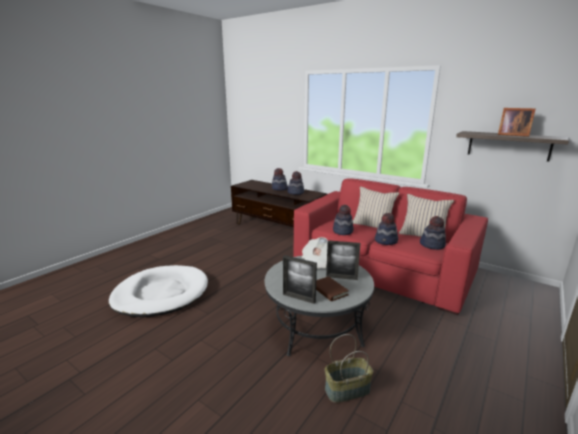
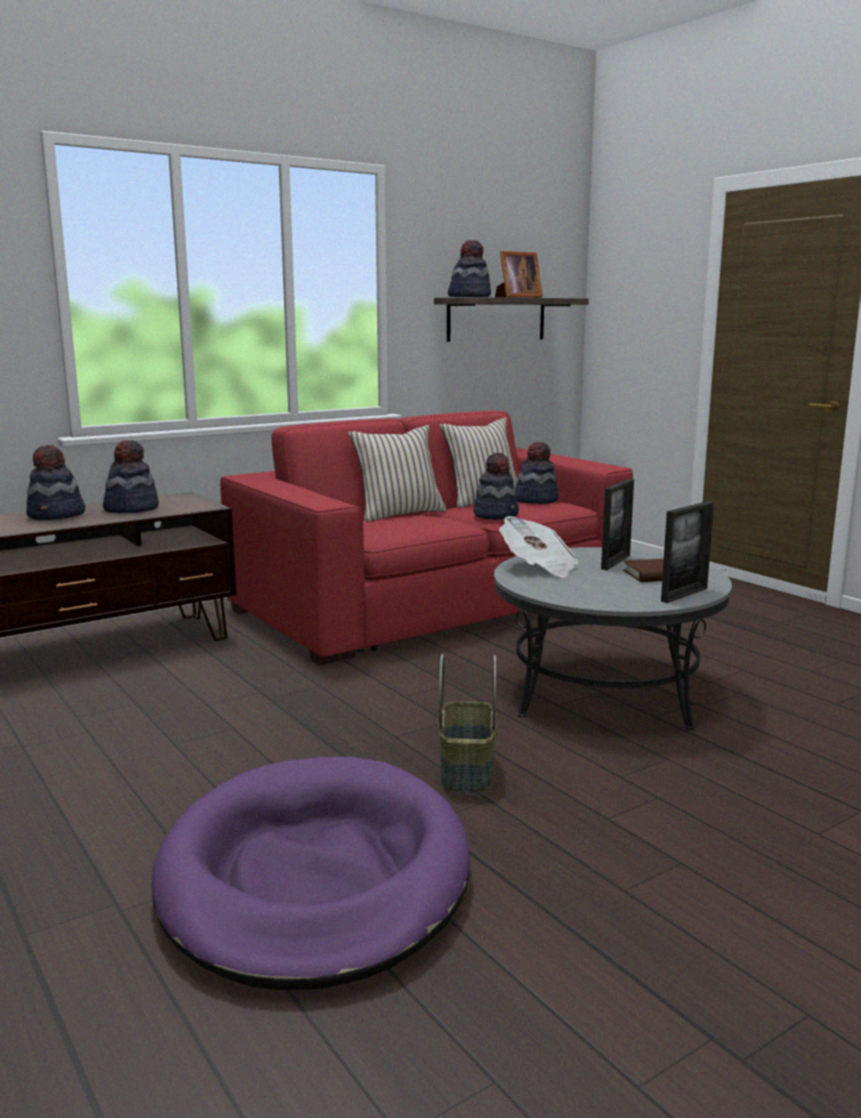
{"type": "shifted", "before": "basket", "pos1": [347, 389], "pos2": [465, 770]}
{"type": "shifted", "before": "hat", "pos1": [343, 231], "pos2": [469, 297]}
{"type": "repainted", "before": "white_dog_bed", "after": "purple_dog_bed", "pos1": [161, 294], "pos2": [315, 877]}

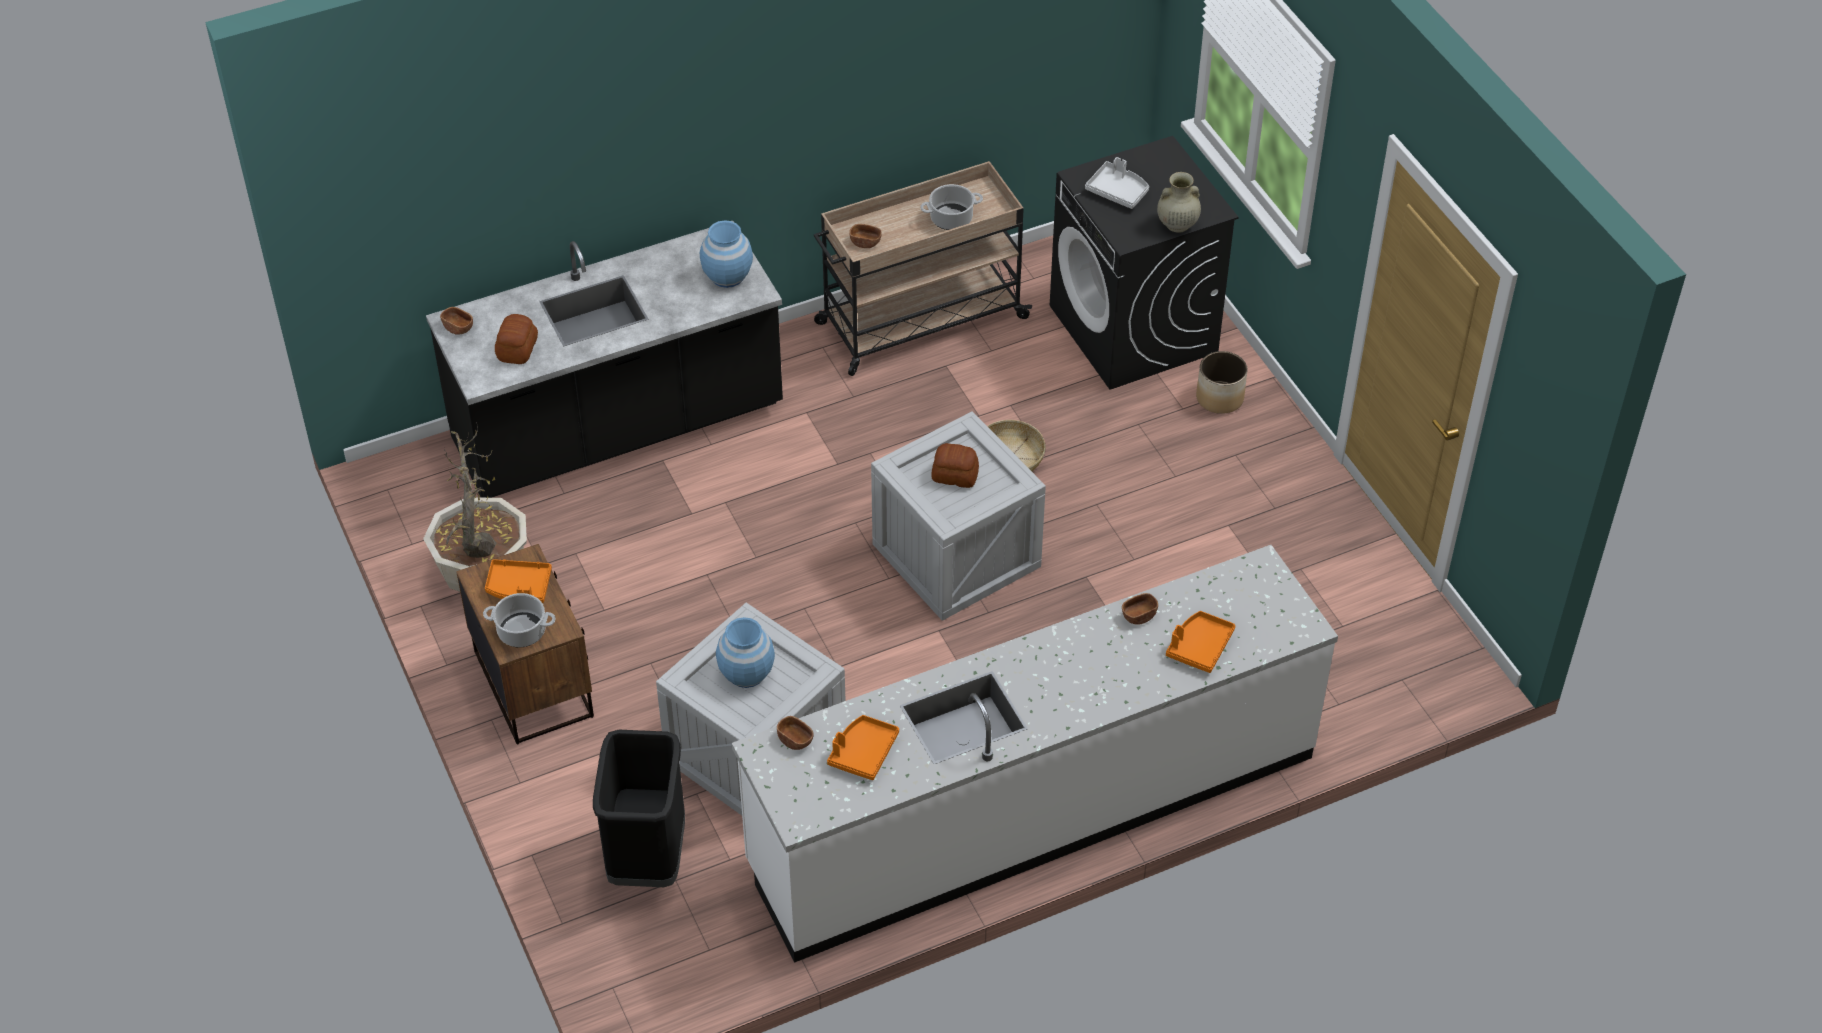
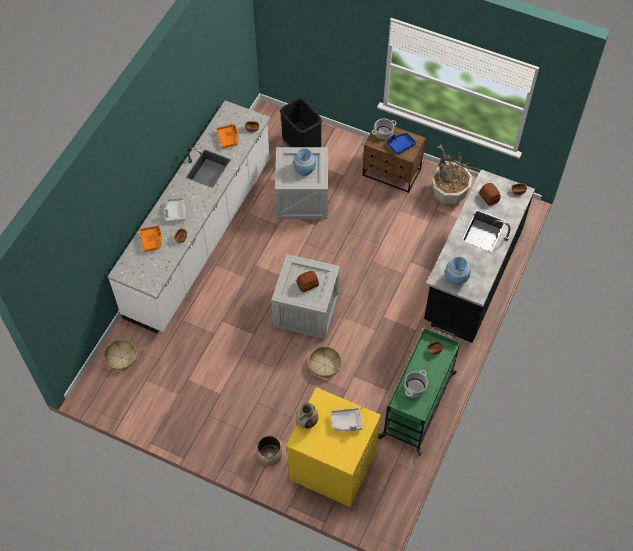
{"type": "new", "after": "basket", "pos2": [121, 357]}
{"type": "new", "after": "grey_tray", "pos2": [175, 212]}
{"type": "repainted", "before": "orange_tray", "after": "blue_tray", "pos1": [519, 587], "pos2": [400, 145]}
{"type": "repainted", "before": "beige_cart", "after": "green_cart", "pos1": [919, 321], "pos2": [418, 404]}
{"type": "repainted", "before": "black_washing_machine", "after": "yellow_washing_machine", "pos1": [1134, 330], "pos2": [332, 465]}

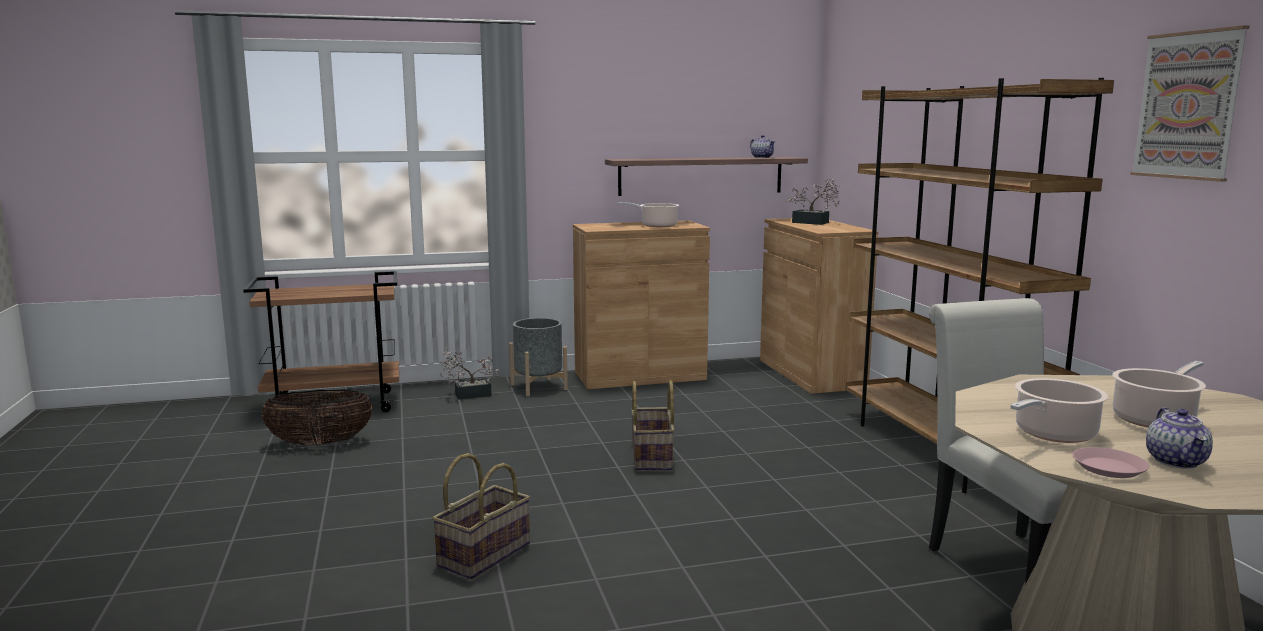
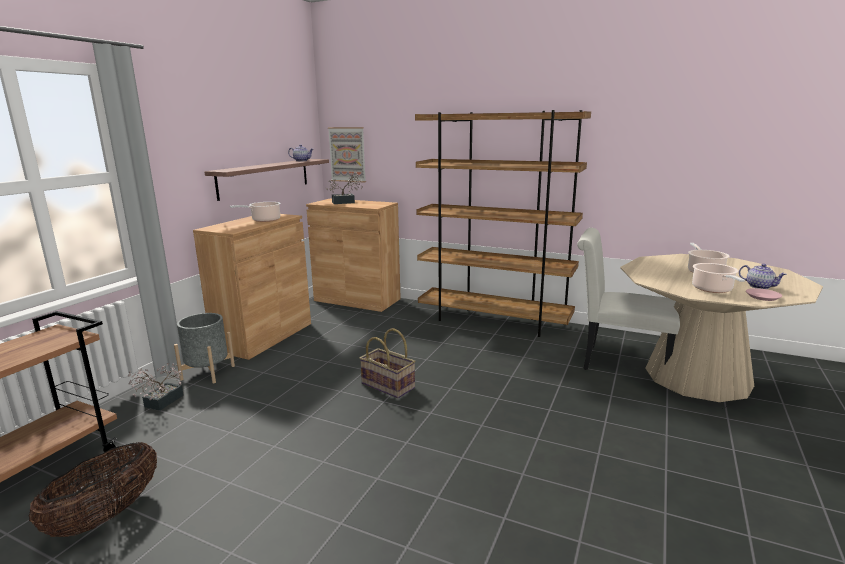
{"type": "gone", "before": "basket", "pos1": [483, 554]}
{"type": "shifted", "before": "picture", "pos1": [1188, 105], "pos2": [347, 154]}

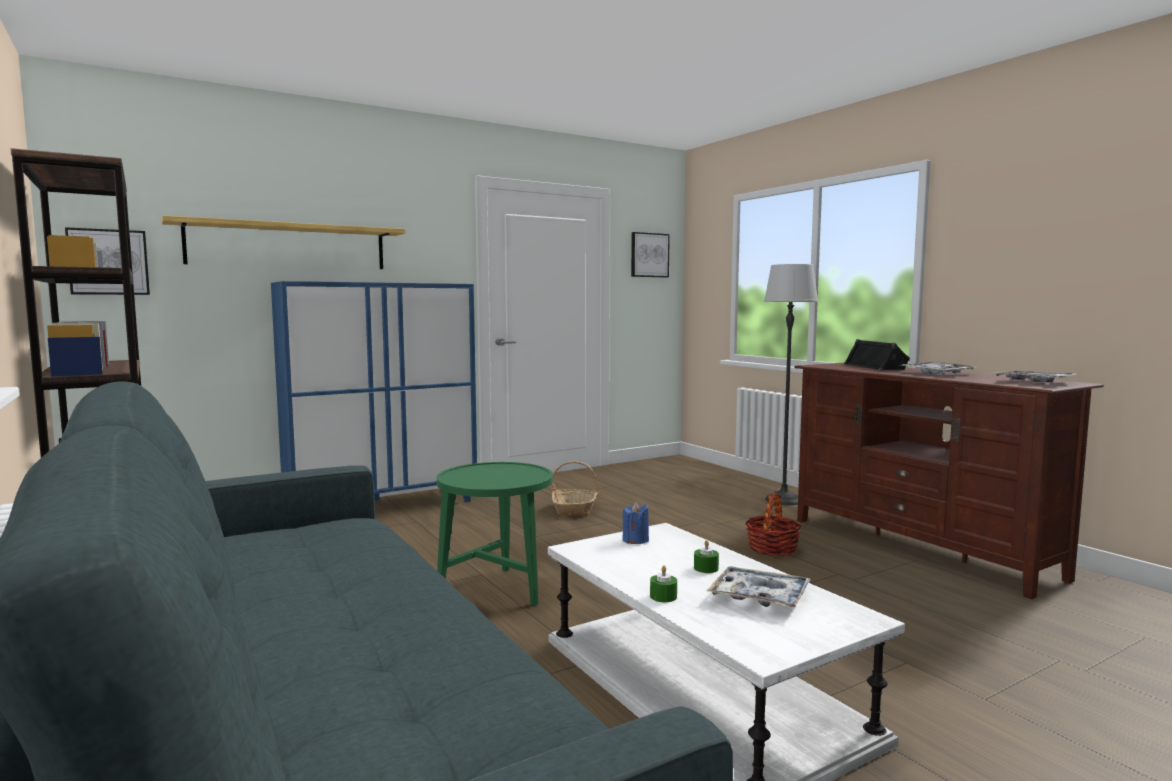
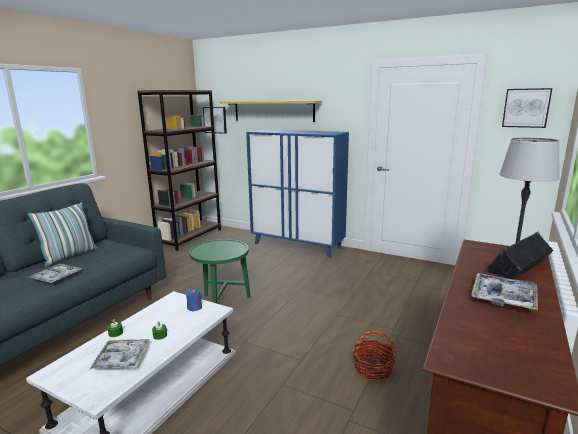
{"type": "gone", "before": "basket", "pos1": [575, 509]}
{"type": "new", "after": "pillow", "pos2": [69, 256]}
{"type": "shifted", "before": "tray", "pos1": [1034, 382], "pos2": [56, 277]}

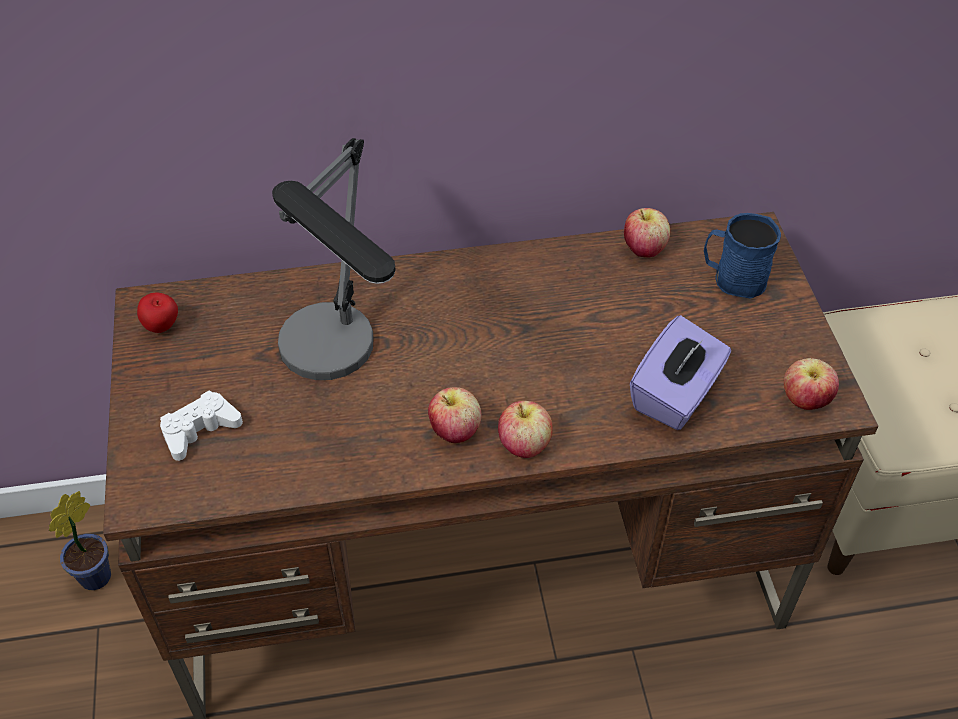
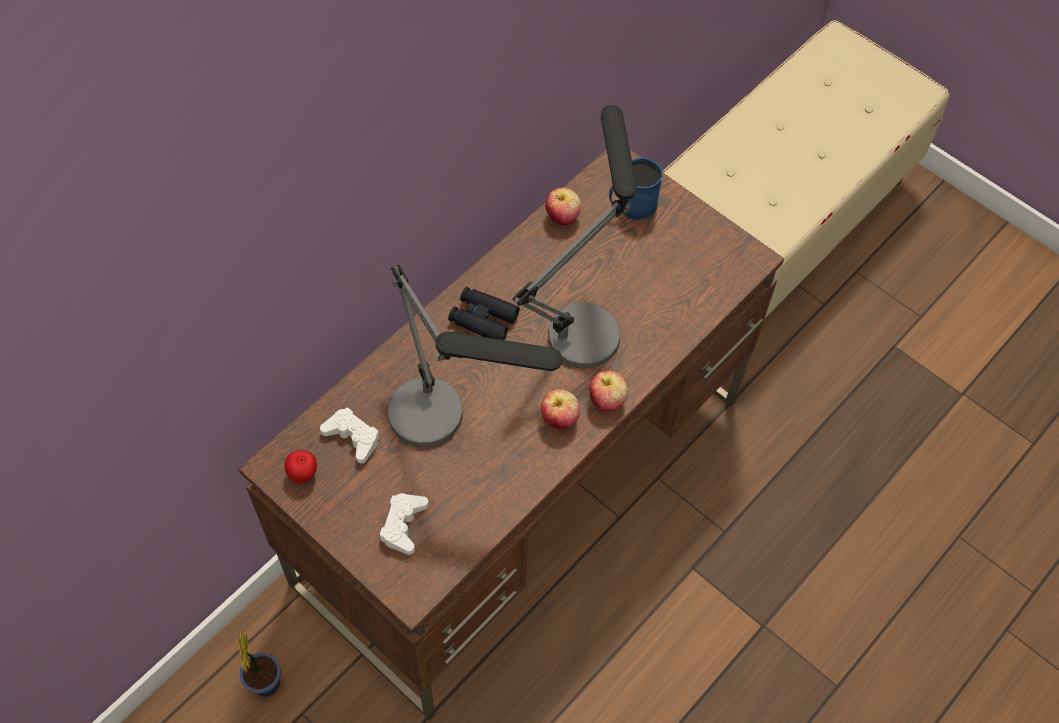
{"type": "gone", "before": "purple_tissue_box", "pos1": [676, 395]}
{"type": "gone", "before": "apple", "pos1": [804, 400]}
{"type": "new", "after": "white_game_controller", "pos2": [353, 437]}
{"type": "new", "after": "black_binoculars", "pos2": [483, 319]}
{"type": "new", "after": "table_lamp", "pos2": [585, 317]}

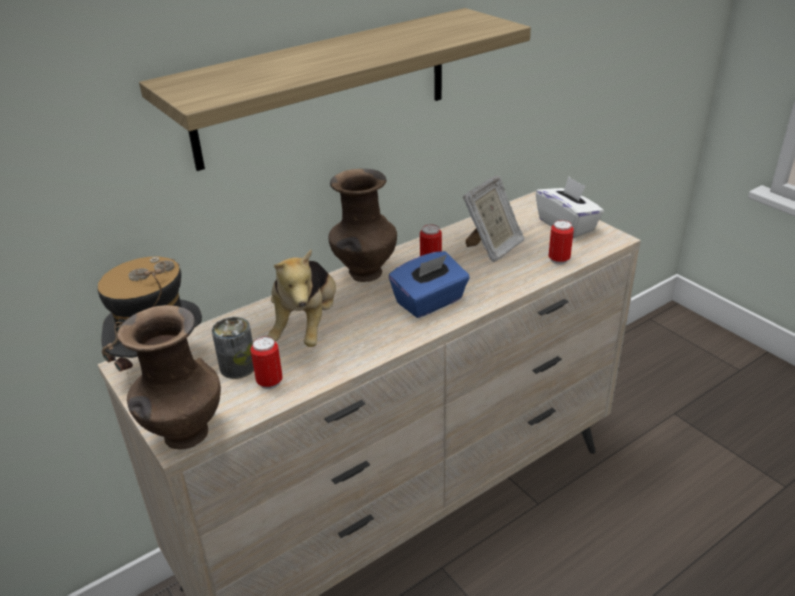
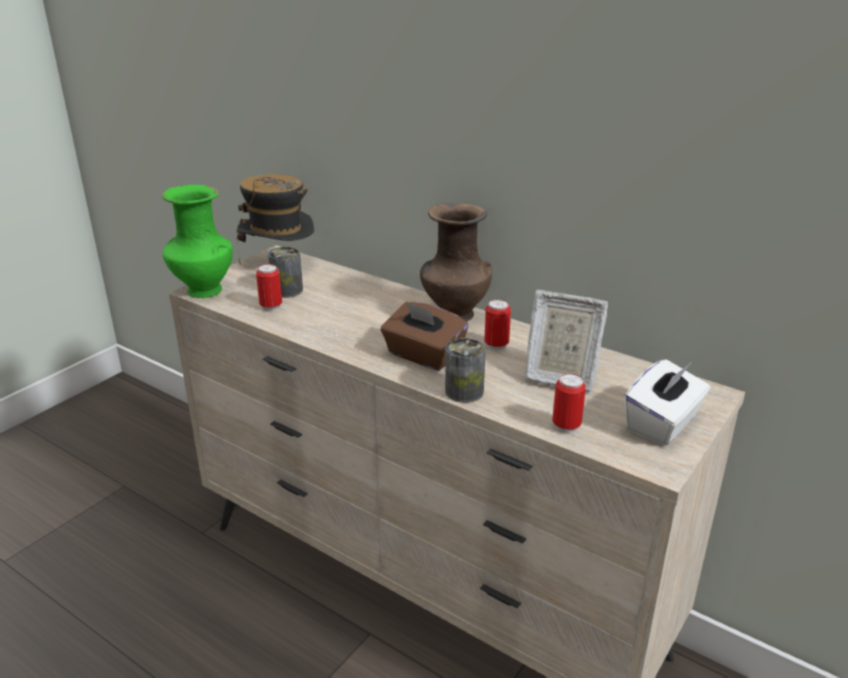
{"type": "gone", "before": "shelf", "pos1": [324, 87]}
{"type": "gone", "before": "plush_toy", "pos1": [307, 326]}
{"type": "new", "after": "can", "pos2": [464, 392]}
{"type": "repainted", "before": "brown_vase", "after": "green_vase", "pos1": [184, 435], "pos2": [203, 290]}
{"type": "repainted", "before": "blue_tissue_box", "after": "brown_tissue_box", "pos1": [430, 302], "pos2": [423, 356]}

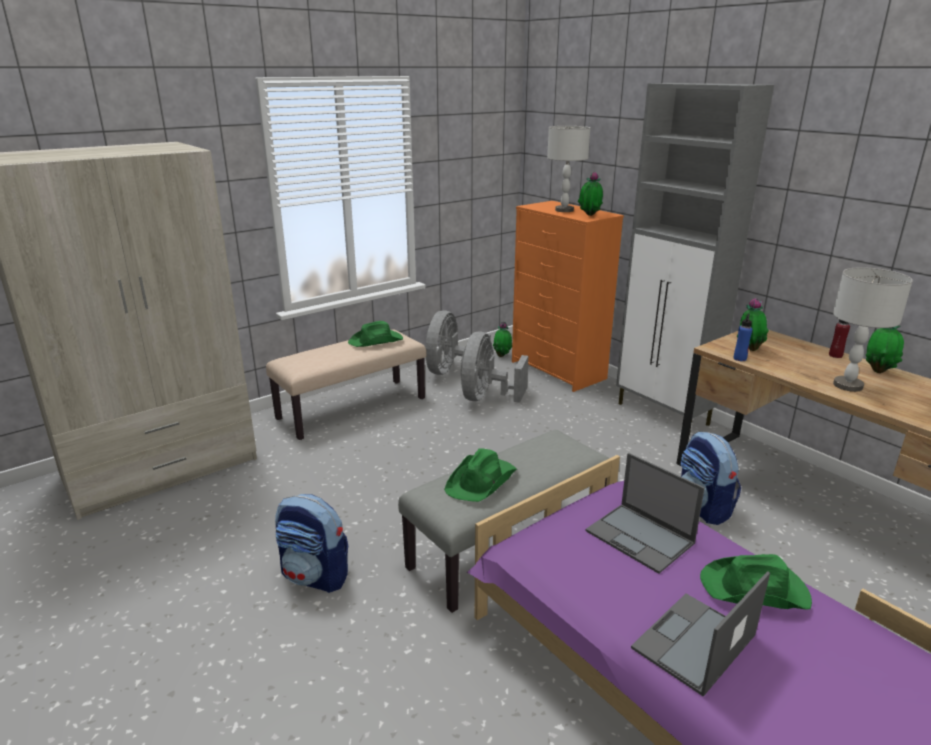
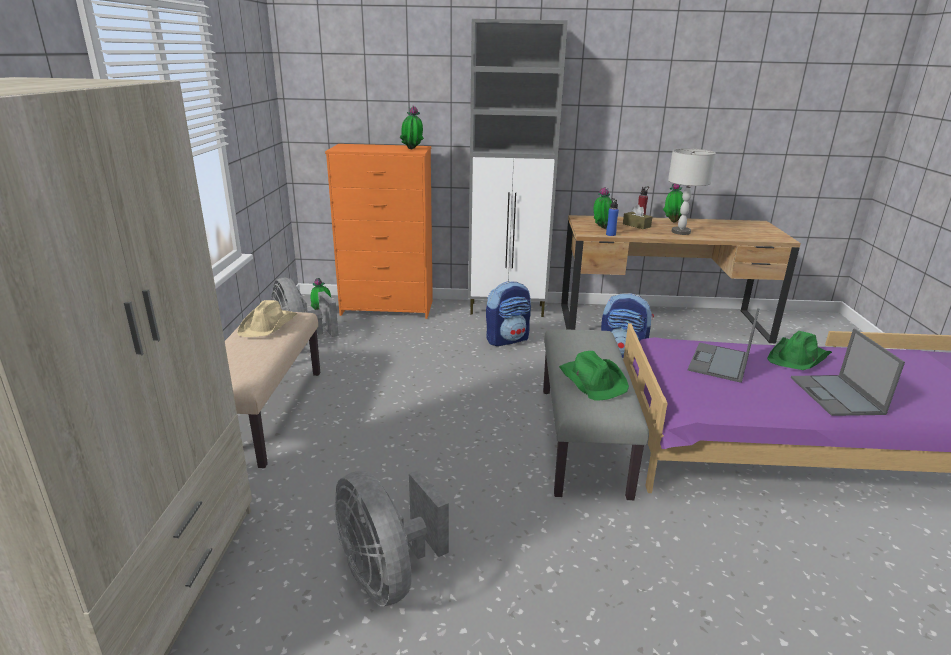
{"type": "gone", "before": "grey_table_lamp", "pos1": [564, 210]}
{"type": "new", "after": "brown_tissue_box", "pos2": [636, 225]}
{"type": "shifted", "before": "backpack", "pos1": [316, 576], "pos2": [507, 339]}
{"type": "shifted", "before": "grey_fan", "pos1": [486, 397], "pos2": [388, 575]}
{"type": "repainted", "before": "green_hat", "after": "beige_hat", "pos1": [376, 341], "pos2": [269, 325]}
{"type": "rotated", "before": "laptop", "pos1": [641, 537], "pos2": [719, 363], "turn": 120}

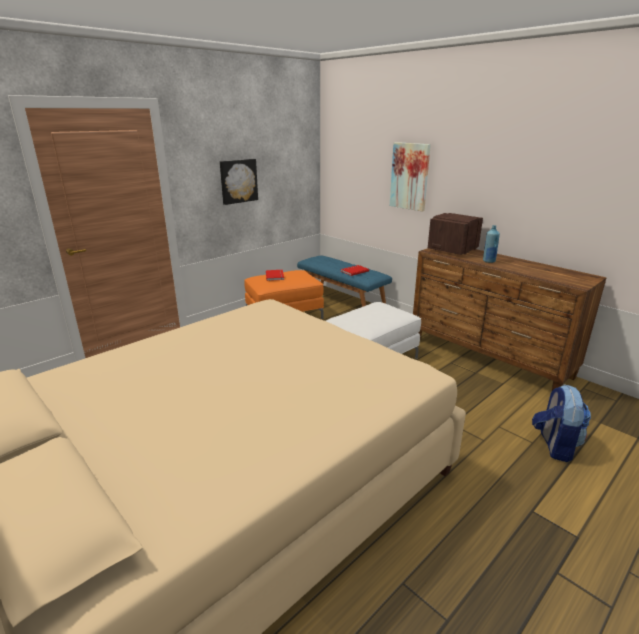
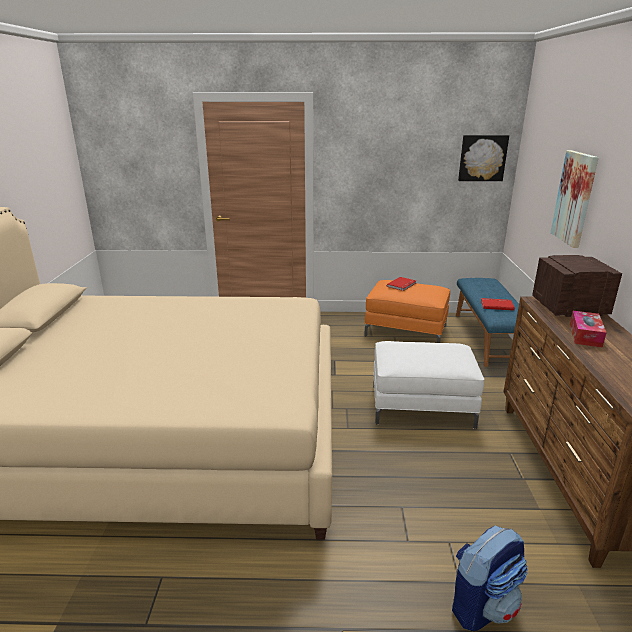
{"type": "shifted", "before": "picture", "pos1": [238, 181], "pos2": [482, 158]}
{"type": "swapped", "before": "blue_bottle", "after": "tissue_box", "pos1": [488, 261], "pos2": [585, 335]}

